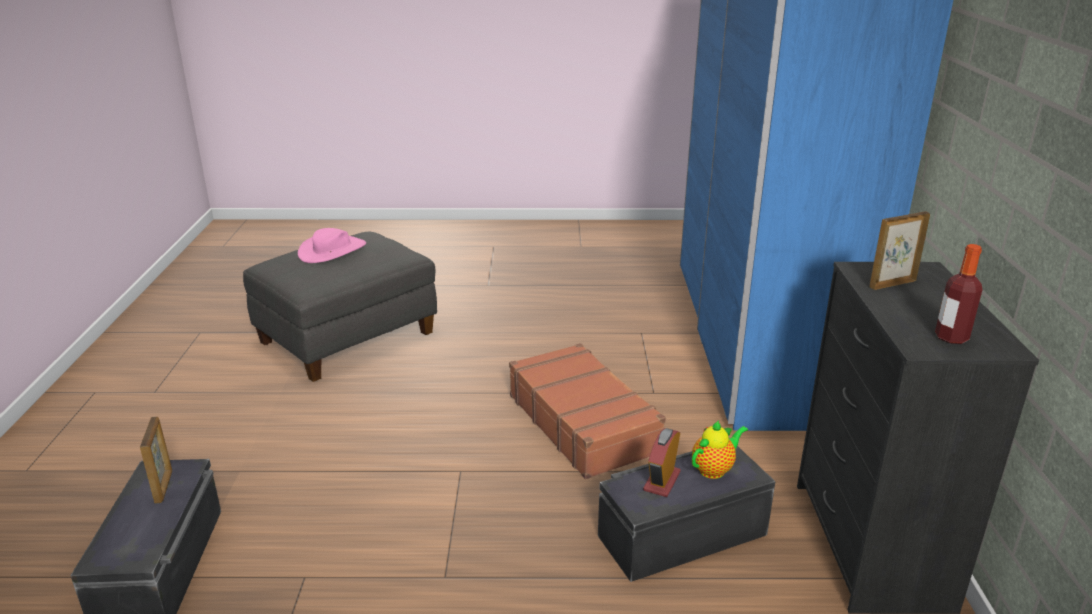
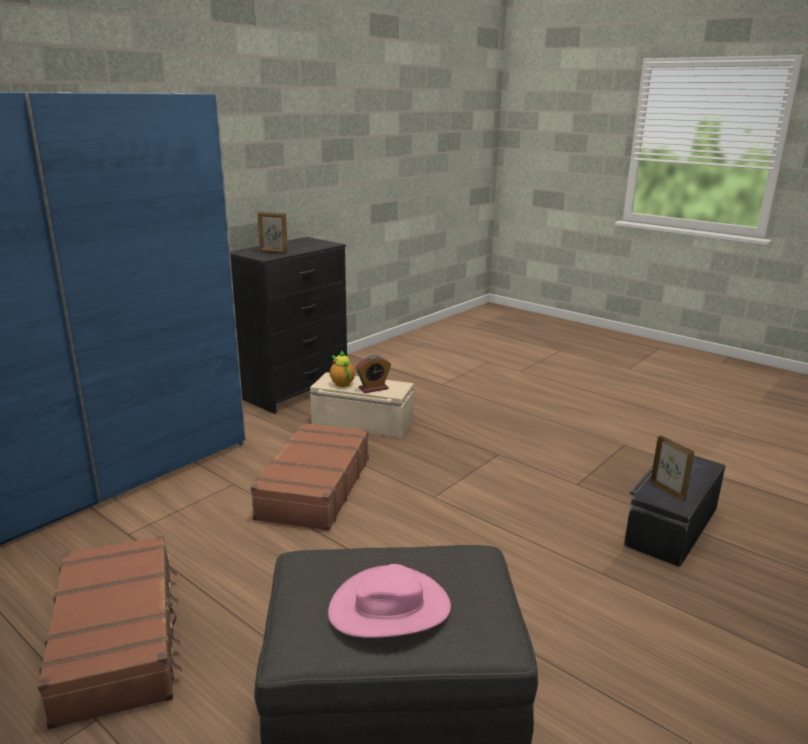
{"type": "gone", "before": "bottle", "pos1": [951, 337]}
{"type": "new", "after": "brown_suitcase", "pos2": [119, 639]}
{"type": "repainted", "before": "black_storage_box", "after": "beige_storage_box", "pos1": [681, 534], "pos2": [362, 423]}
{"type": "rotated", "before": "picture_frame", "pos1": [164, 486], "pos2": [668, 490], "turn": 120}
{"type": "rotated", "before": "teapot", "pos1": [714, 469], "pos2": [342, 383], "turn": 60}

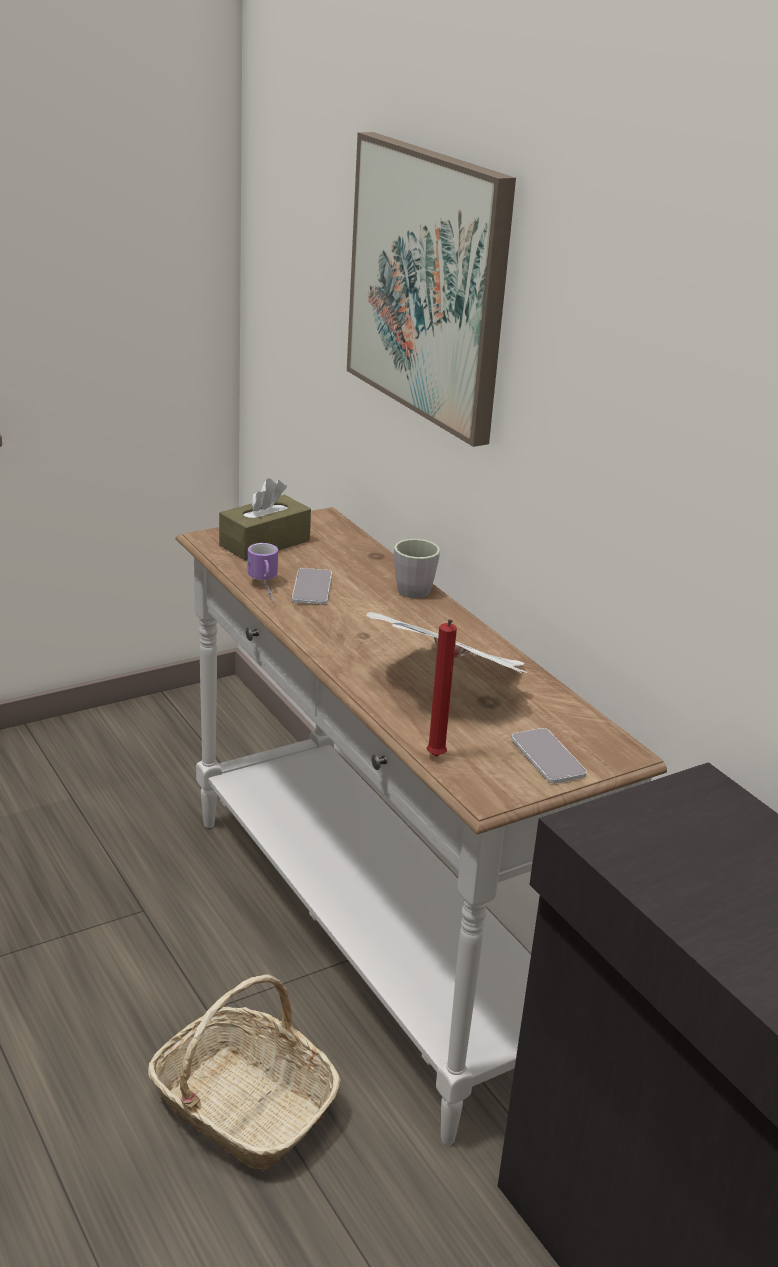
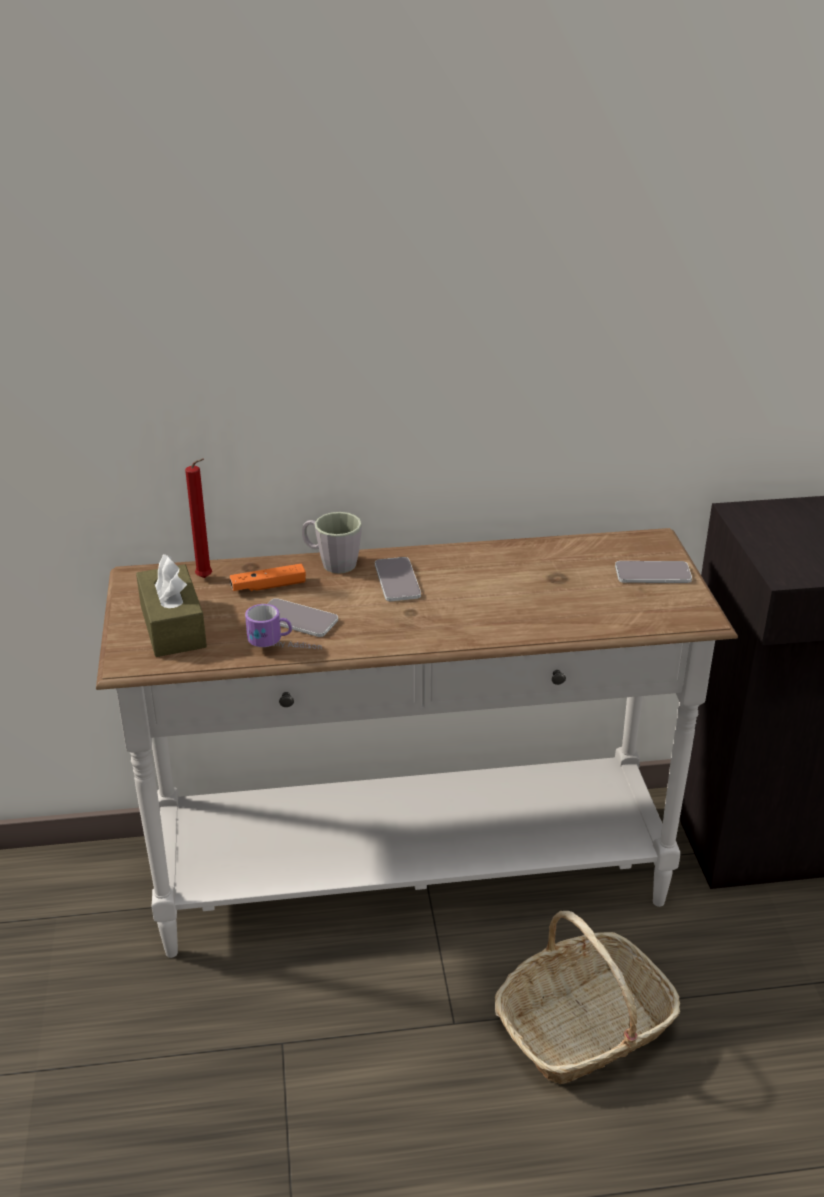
{"type": "gone", "before": "picture", "pos1": [429, 284]}
{"type": "gone", "before": "newspaper", "pos1": [451, 684]}
{"type": "new", "after": "orange_game_controller", "pos2": [268, 586]}
{"type": "new", "after": "phone", "pos2": [397, 580]}
{"type": "shifted", "before": "red_candle", "pos1": [435, 758], "pos2": [206, 578]}

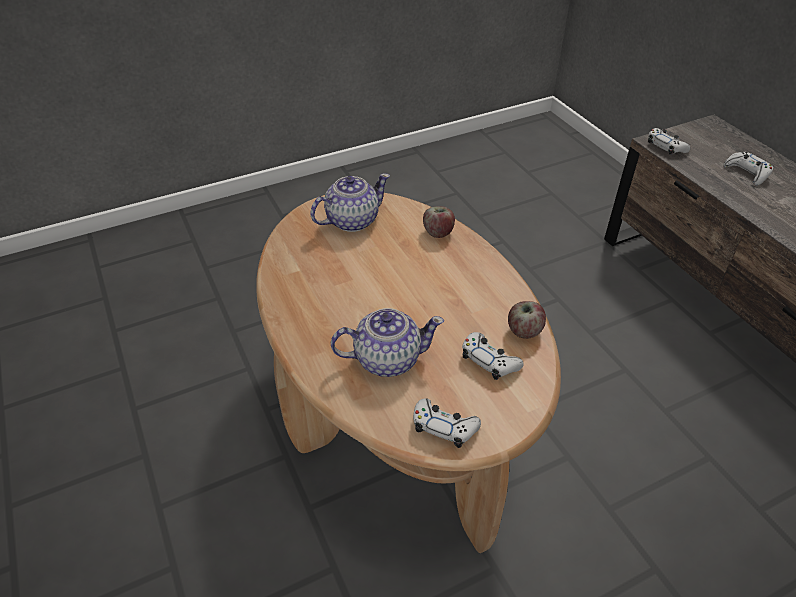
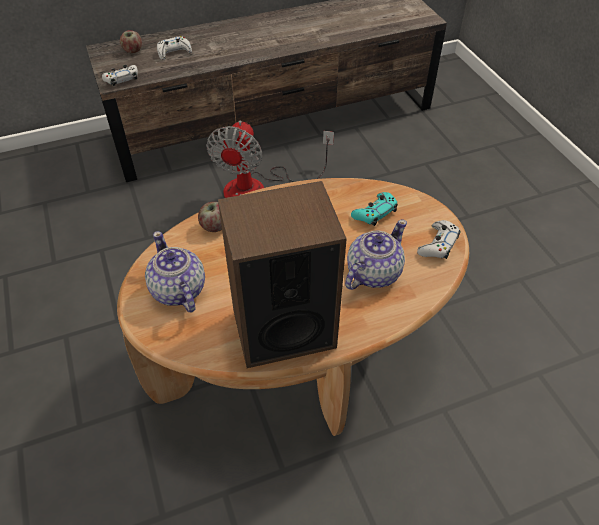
{"type": "new", "after": "fan", "pos2": [259, 188]}
{"type": "new", "after": "speaker", "pos2": [283, 328]}
{"type": "shifted", "before": "apple", "pos1": [524, 331], "pos2": [133, 51]}
{"type": "repainted", "before": "white_game_controller", "after": "turquoise_game_controller", "pos1": [489, 360], "pos2": [375, 213]}
{"type": "rotated", "before": "teapot", "pos1": [386, 359], "pos2": [372, 273], "turn": 45}

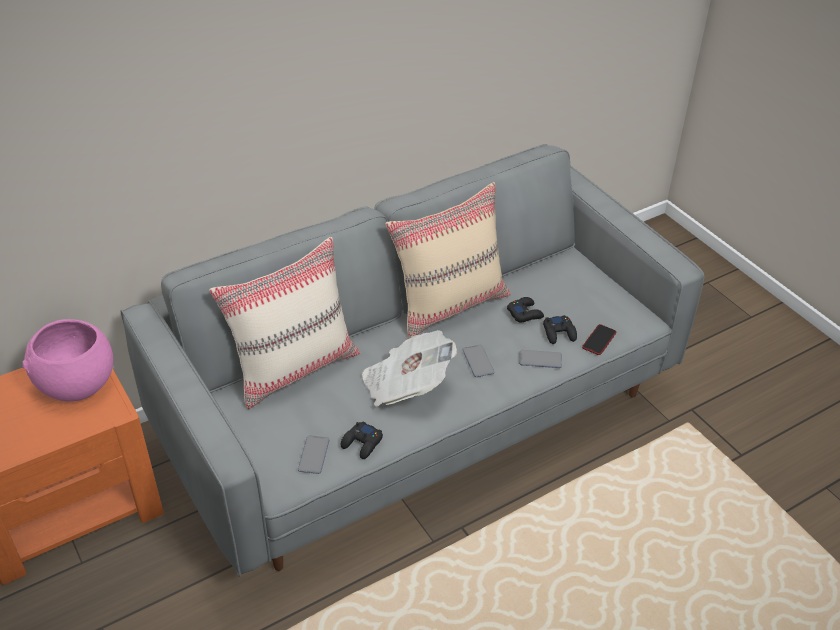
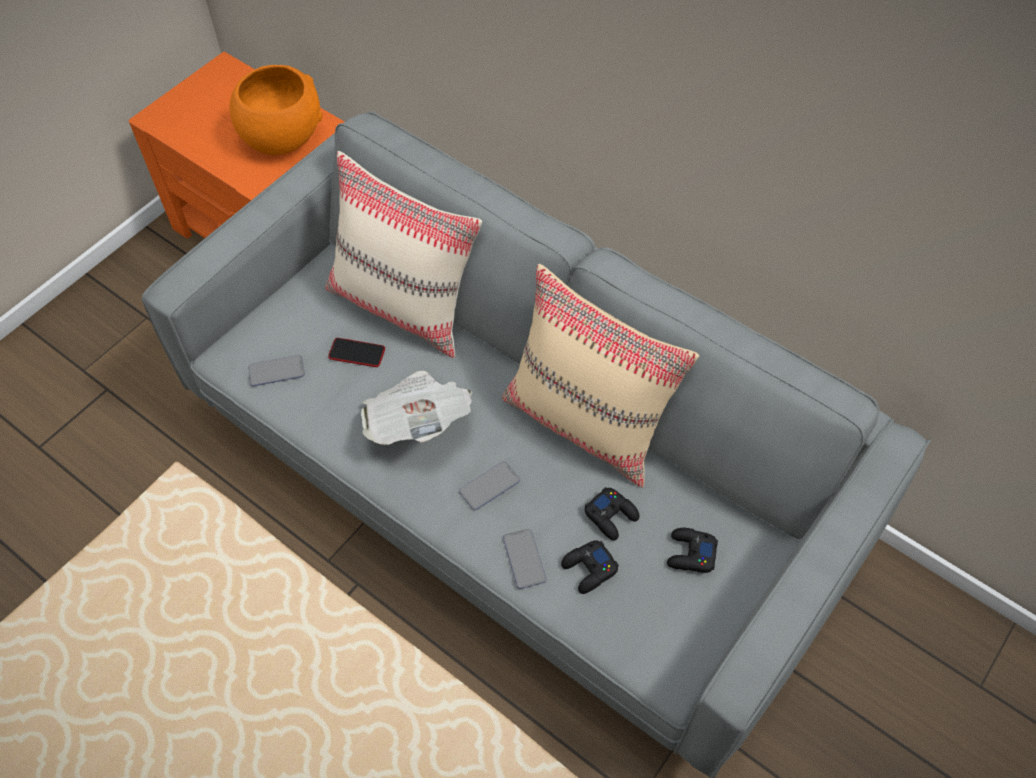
{"type": "shifted", "before": "black_game_controller", "pos1": [362, 443], "pos2": [690, 554]}
{"type": "shifted", "before": "phone", "pos1": [599, 340], "pos2": [357, 353]}
{"type": "repainted", "before": "pink_bowl", "after": "orange_bowl", "pos1": [75, 384], "pos2": [281, 136]}

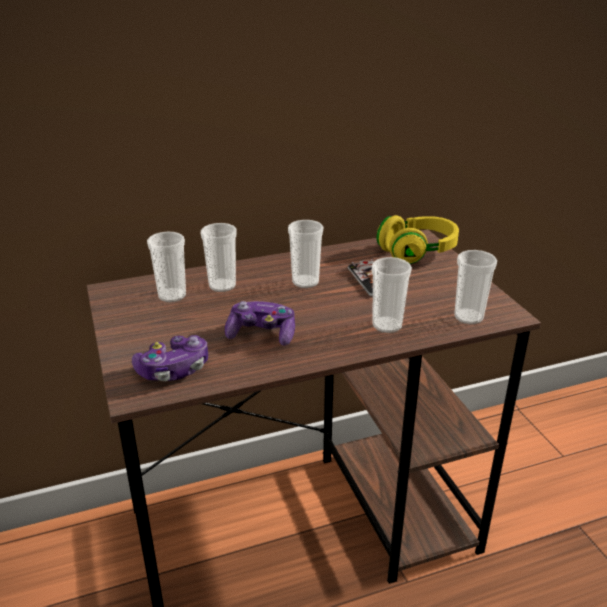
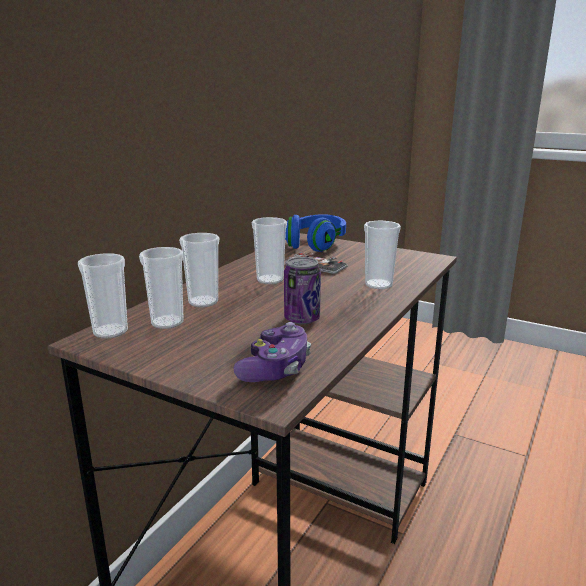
{"type": "shifted", "before": "cup", "pos1": [468, 317], "pos2": [110, 332]}
{"type": "swapped", "before": "game_controller", "after": "can", "pos1": [262, 334], "pos2": [302, 319]}
{"type": "repainted", "before": "yellow_headphones", "after": "blue_headphones", "pos1": [417, 252], "pos2": [316, 244]}

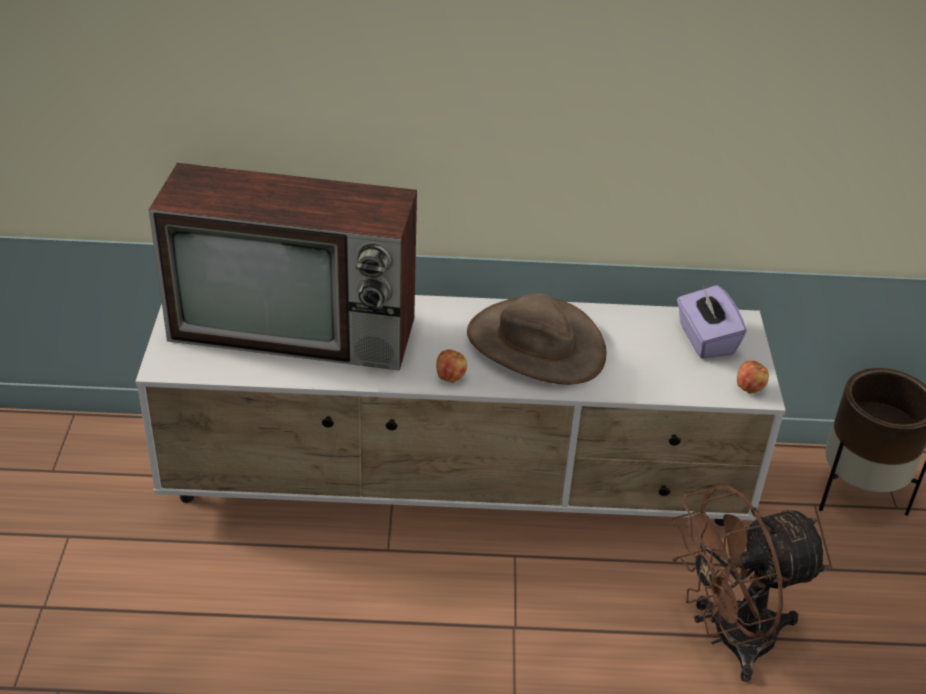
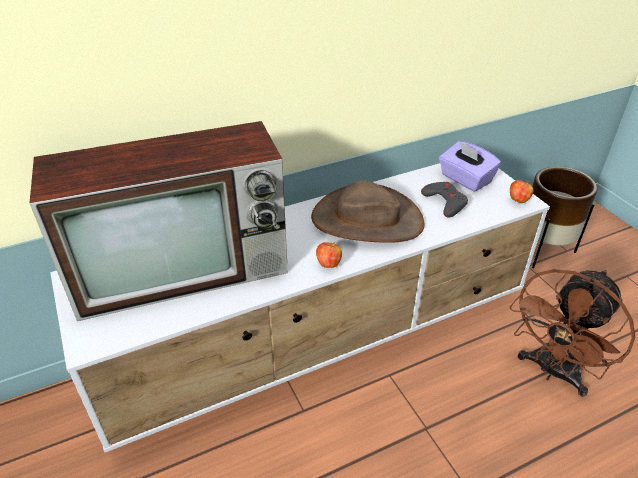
{"type": "new", "after": "grey_game_controller", "pos2": [445, 202]}

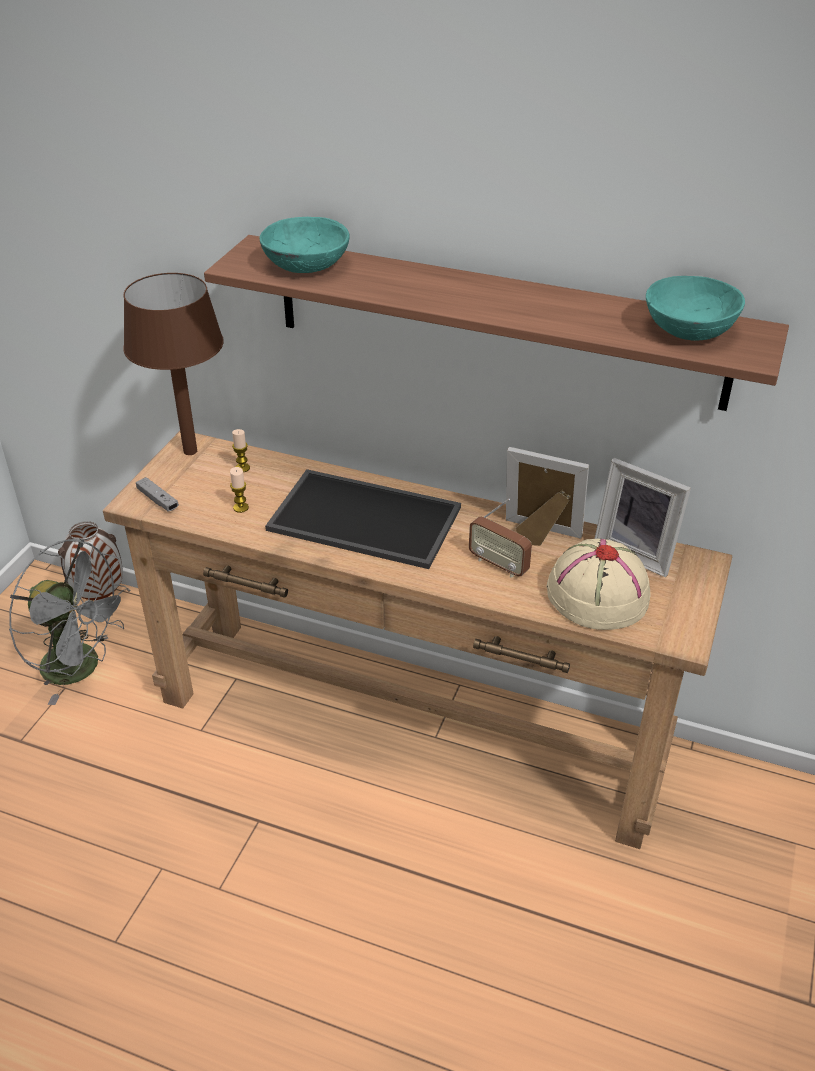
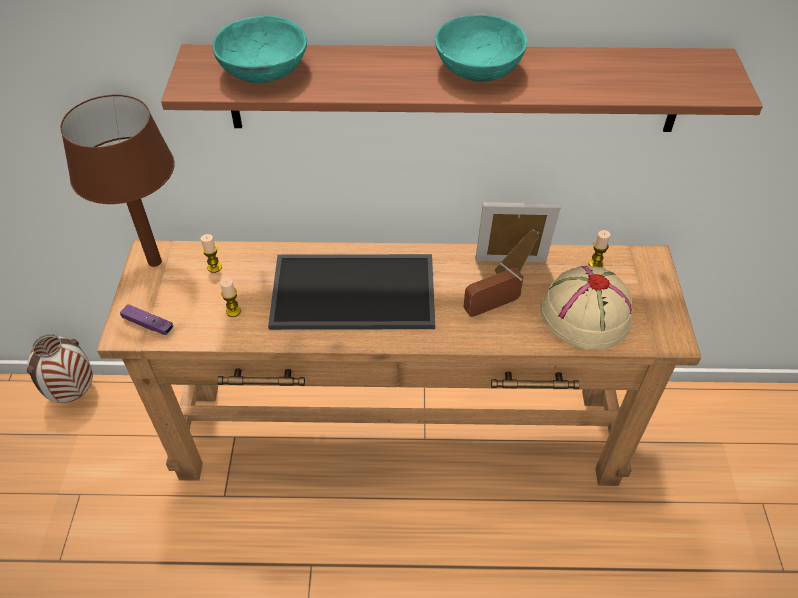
{"type": "gone", "before": "grey_fan", "pos1": [82, 668]}
{"type": "shifted", "before": "turquoise_bowl", "pos1": [690, 329], "pos2": [479, 68]}
{"type": "swapped", "before": "picture_frame", "after": "candle", "pos1": [636, 552], "pos2": [595, 264]}
{"type": "repainted", "before": "grey_game_controller", "after": "purple_game_controller", "pos1": [158, 500], "pos2": [148, 324]}
{"type": "rotated", "before": "radio", "pos1": [498, 565], "pos2": [491, 308], "turn": 135}

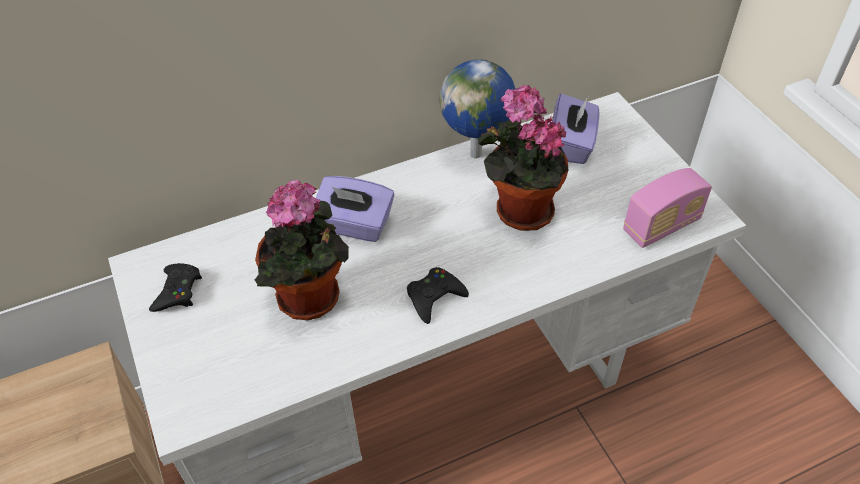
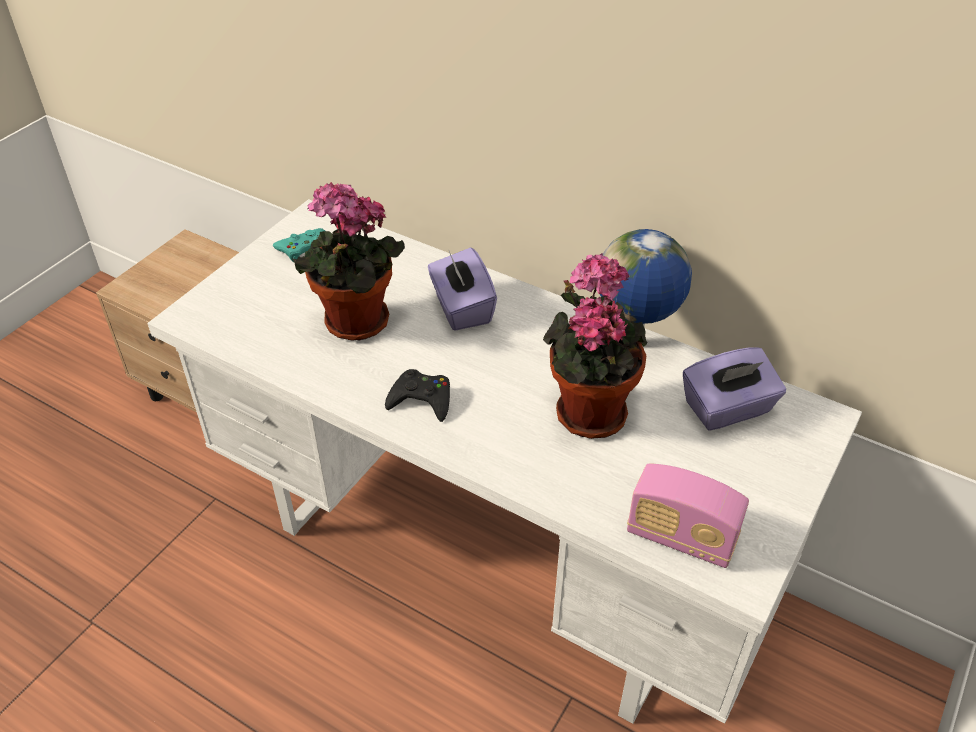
{"type": "repainted", "before": "black_game_controller", "after": "turquoise_game_controller", "pos1": [177, 291], "pos2": [304, 249]}

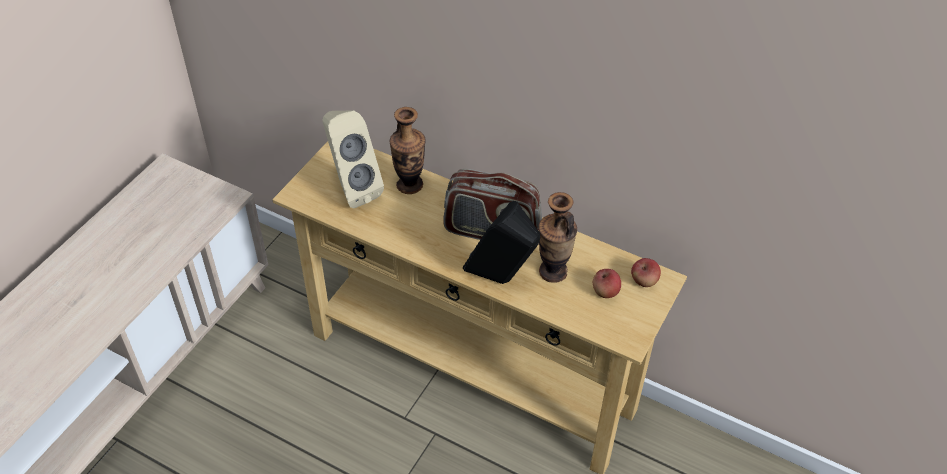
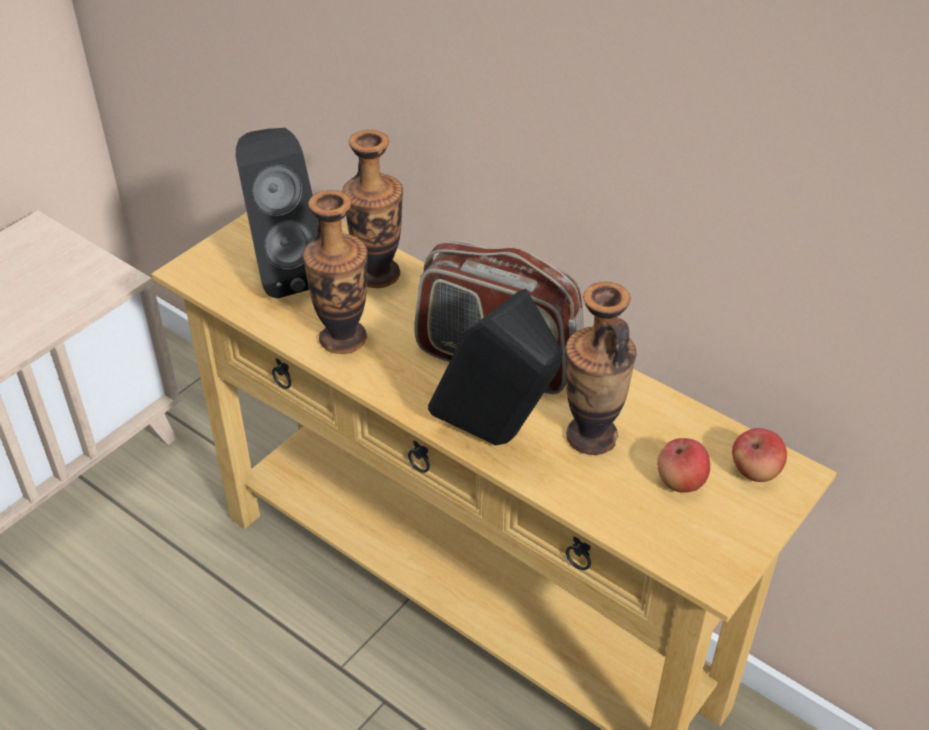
{"type": "new", "after": "vase", "pos2": [343, 339]}
{"type": "repainted", "before": "beige_speaker", "after": "black_speaker", "pos1": [352, 189], "pos2": [282, 272]}

